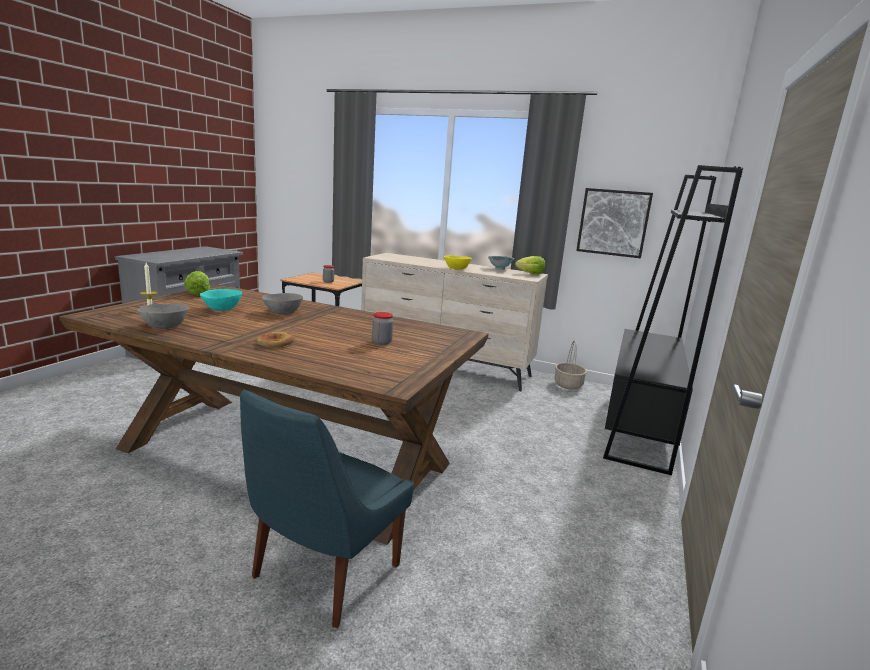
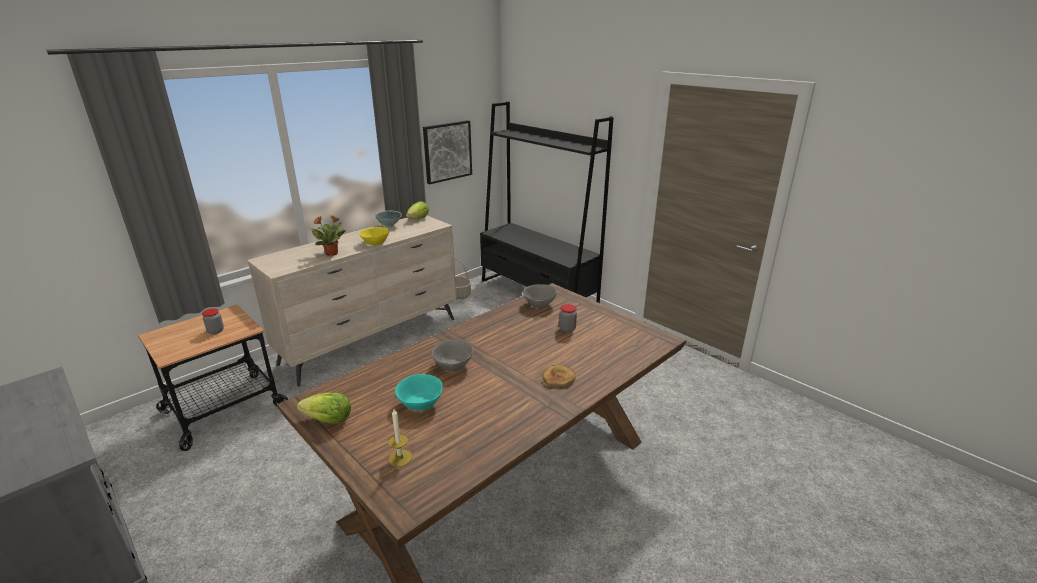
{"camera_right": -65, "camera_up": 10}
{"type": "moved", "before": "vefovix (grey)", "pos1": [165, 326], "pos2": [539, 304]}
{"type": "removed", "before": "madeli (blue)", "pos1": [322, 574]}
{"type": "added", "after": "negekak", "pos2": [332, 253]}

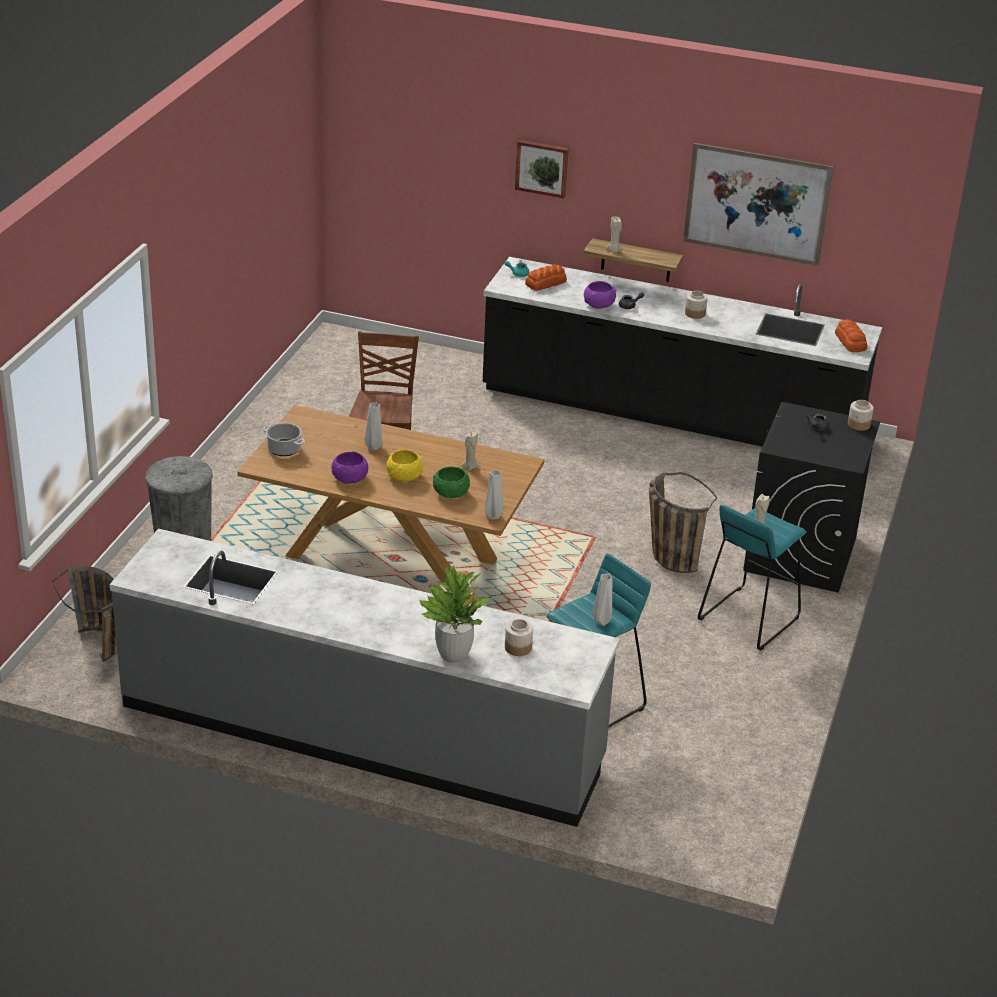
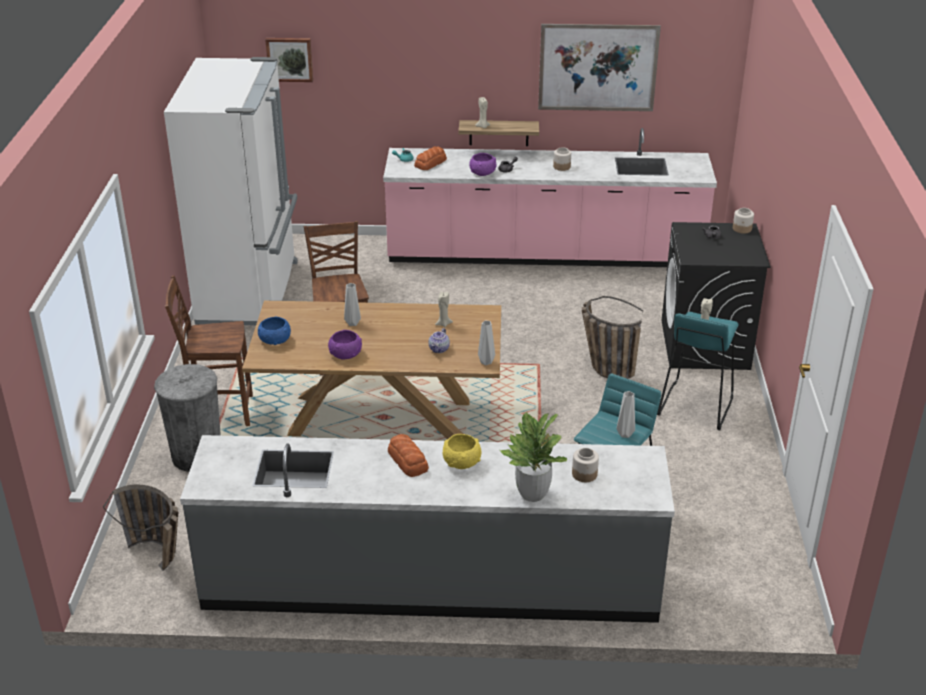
{"camera_right": -15, "camera_up": 0}
{"type": "replaced", "before": "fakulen", "after": "vefovix (blue)", "pos1": [284, 449], "pos2": [275, 340]}
{"type": "moved", "before": "vefovix (yellow)", "pos1": [404, 476], "pos2": [461, 462]}
{"type": "replaced", "before": "vefovix (green)", "after": "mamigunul", "pos1": [451, 493], "pos2": [439, 349]}
{"type": "recoloured", "before": "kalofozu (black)", "after": "kalofozu (pink)", "pos1": [670, 415], "pos2": [544, 255]}
{"type": "moved", "before": "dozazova", "pos1": [542, 168], "pos2": [289, 59]}
{"type": "moved", "before": "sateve", "pos1": [850, 342], "pos2": [408, 461]}
{"type": "added", "after": "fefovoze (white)", "pos2": [250, 292]}
{"type": "added", "after": "madeli (brown)", "pos2": [219, 411]}

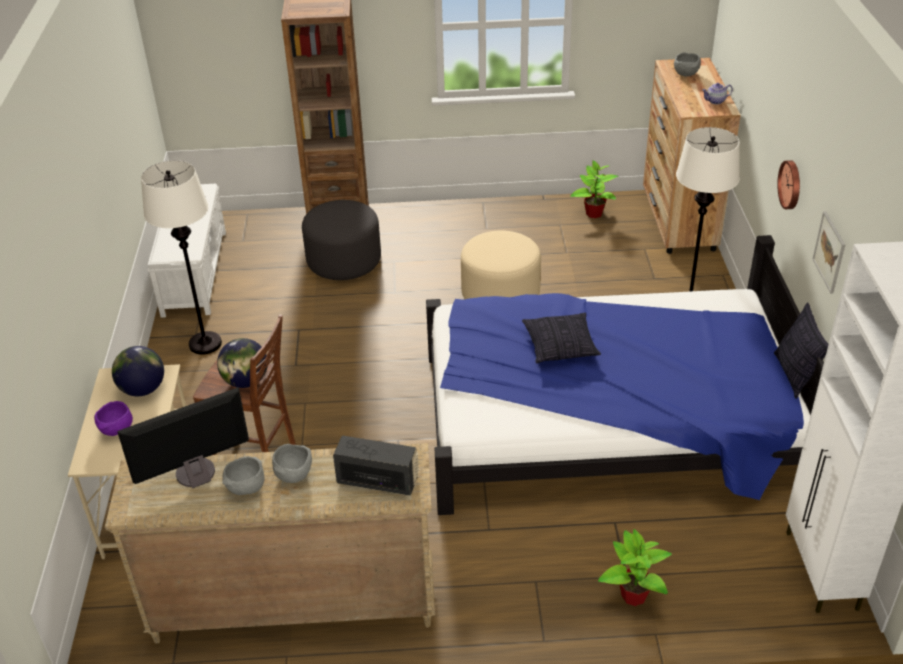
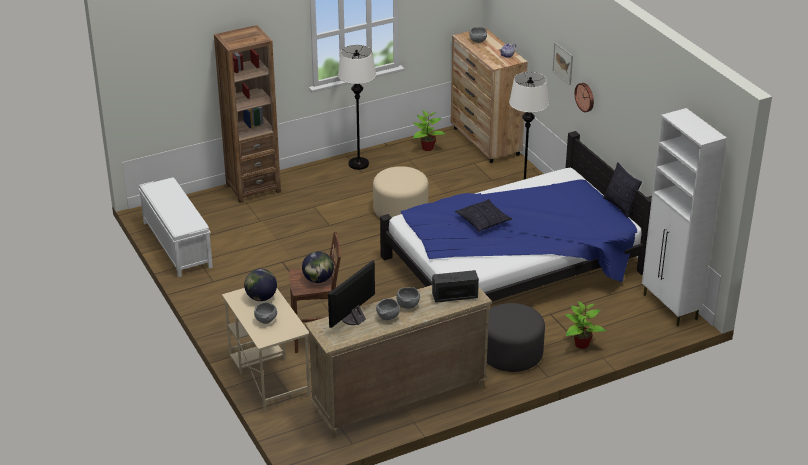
{"camera_right": -25, "camera_up": -5}
{"type": "recoloured", "before": "vefovix (purple)", "after": "vefovix (grey)", "pos1": [117, 430], "pos2": [266, 321]}
{"type": "moved", "before": "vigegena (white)", "pos1": [205, 343], "pos2": [358, 164]}
{"type": "moved", "before": "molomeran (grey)", "pos1": [344, 261], "pos2": [511, 354]}
{"type": "moved", "before": "dozazova", "pos1": [829, 252], "pos2": [563, 63]}

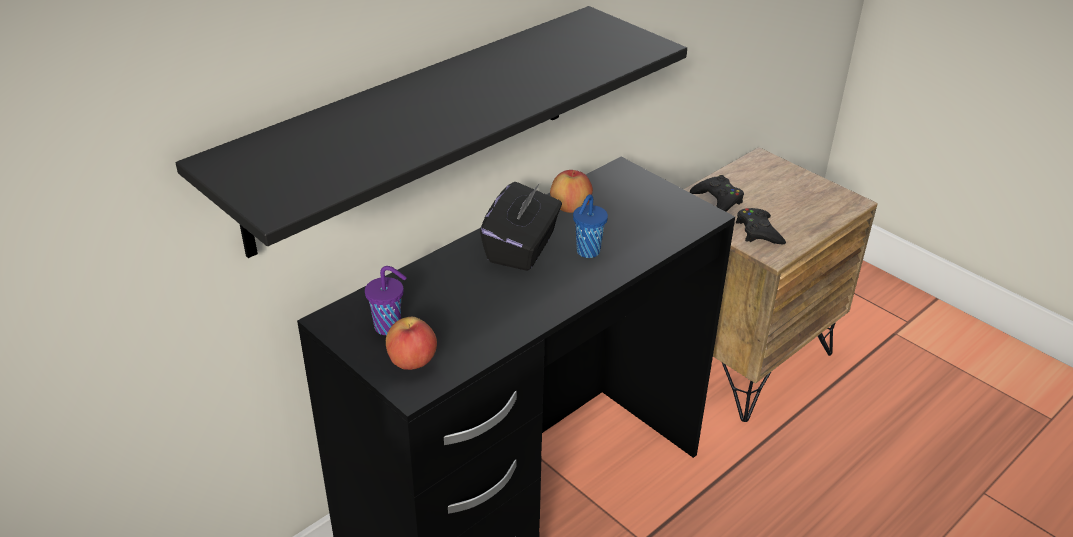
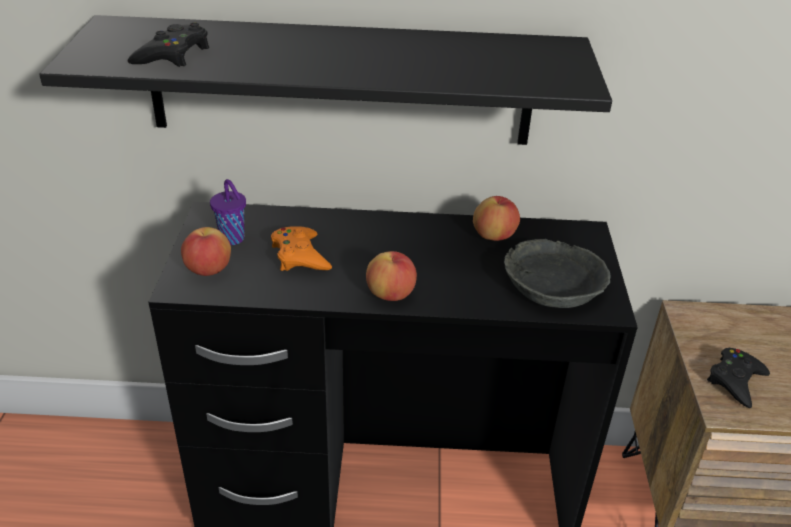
{"camera_right": 45, "camera_up": 0}
{"type": "removed", "before": "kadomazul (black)", "pos1": [522, 248]}
{"type": "removed", "before": "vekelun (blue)", "pos1": [587, 252]}
{"type": "moved", "before": "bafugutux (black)", "pos1": [718, 200], "pos2": [173, 55]}
{"type": "added", "after": "bafugutux (orange)", "pos2": [300, 256]}
{"type": "added", "after": "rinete", "pos2": [391, 294]}
{"type": "added", "after": "vefovix (grey)", "pos2": [554, 283]}

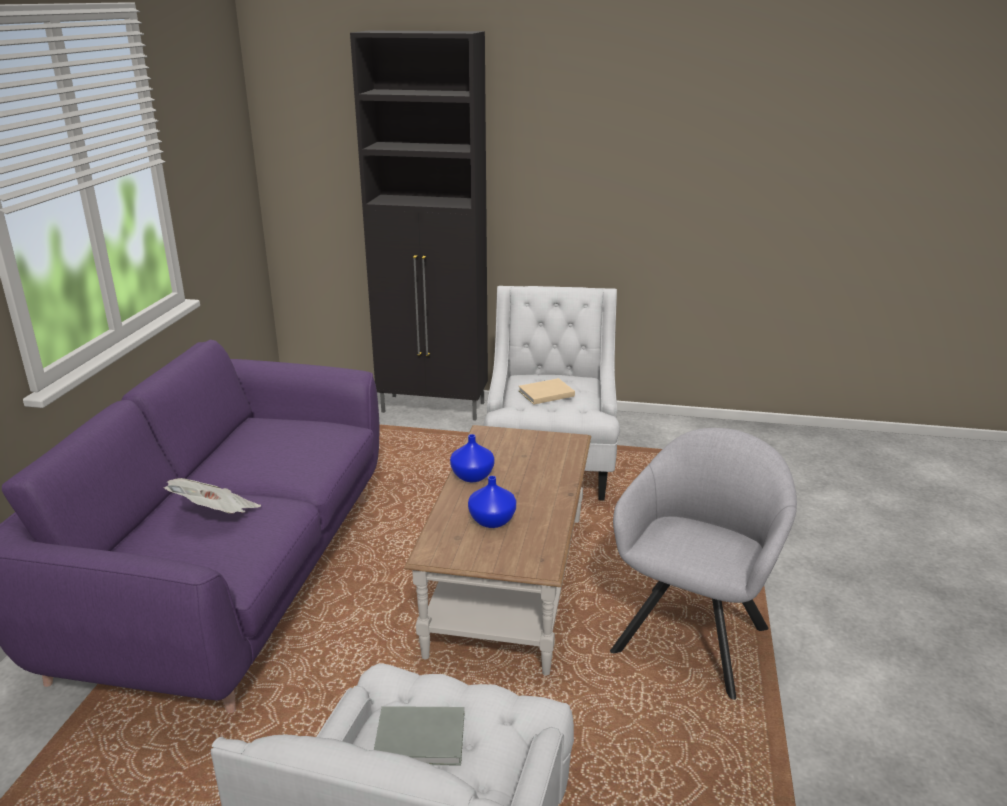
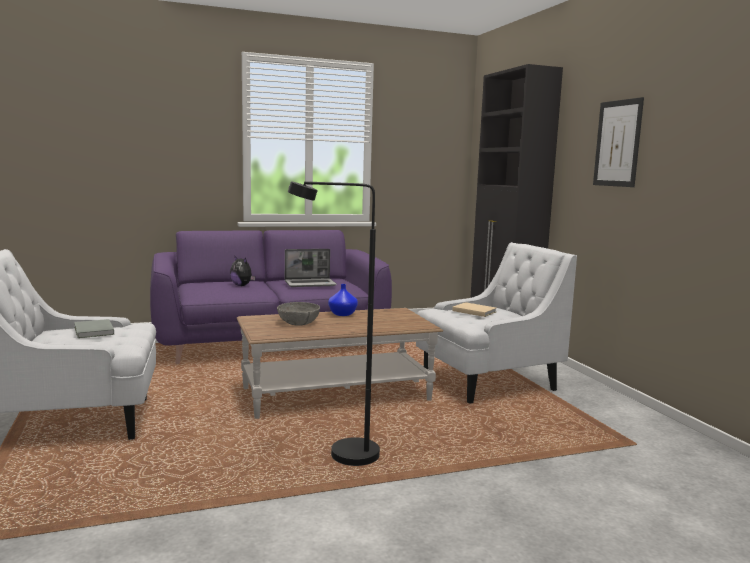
{"camera_right": 60, "camera_up": -15}
{"type": "replaced", "before": "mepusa", "after": "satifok", "pos1": [217, 515], "pos2": [242, 285]}
{"type": "replaced", "before": "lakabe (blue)", "after": "vefovix (grey)", "pos1": [493, 521], "pos2": [298, 323]}
{"type": "replaced", "before": "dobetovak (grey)", "after": "vigegena (black)", "pos1": [694, 635], "pos2": [340, 456]}
{"type": "added", "after": "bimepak", "pos2": [310, 284]}
{"type": "added", "after": "dozazova", "pos2": [617, 143]}

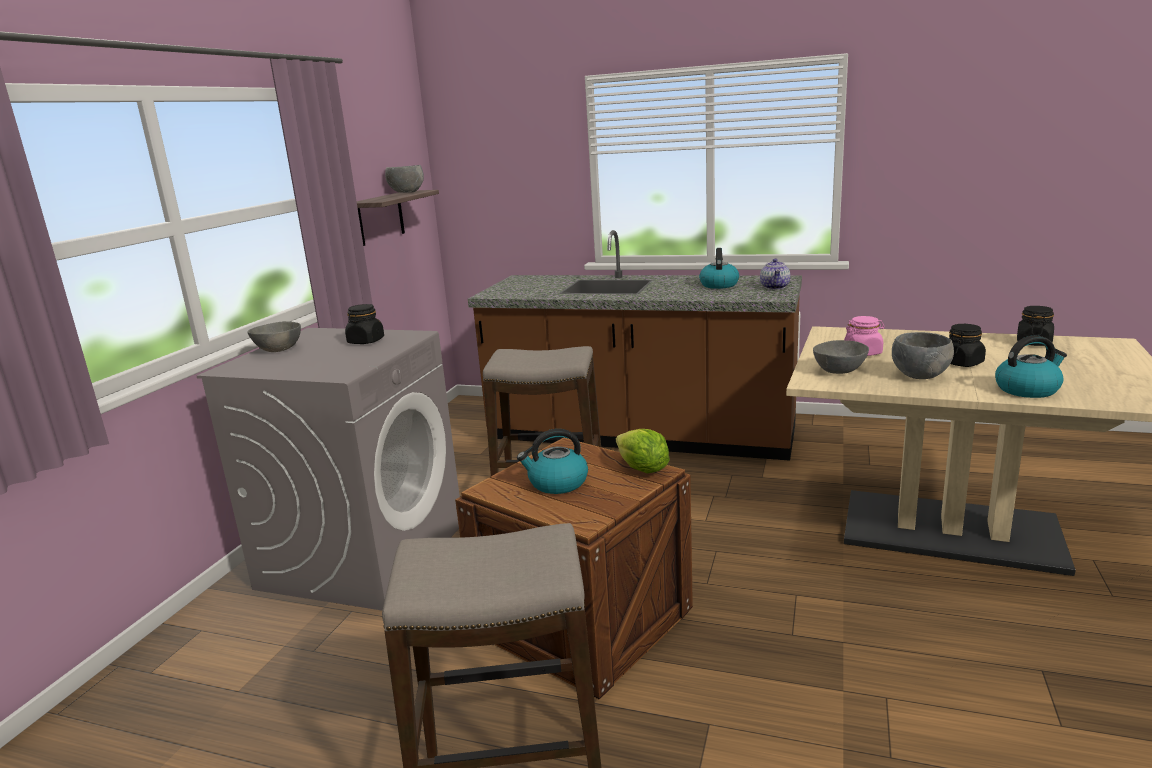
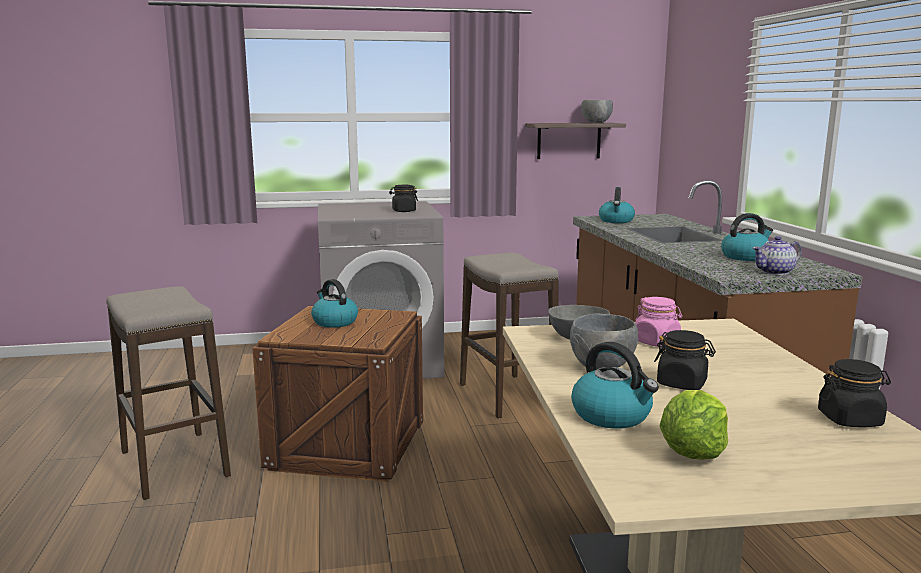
{"camera_right": 60, "camera_up": -5}
{"type": "removed", "before": "vefovix (grey)", "pos1": [277, 350]}
{"type": "moved", "before": "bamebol", "pos1": [642, 470], "pos2": [692, 452]}
{"type": "added", "after": "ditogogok", "pos2": [616, 221]}

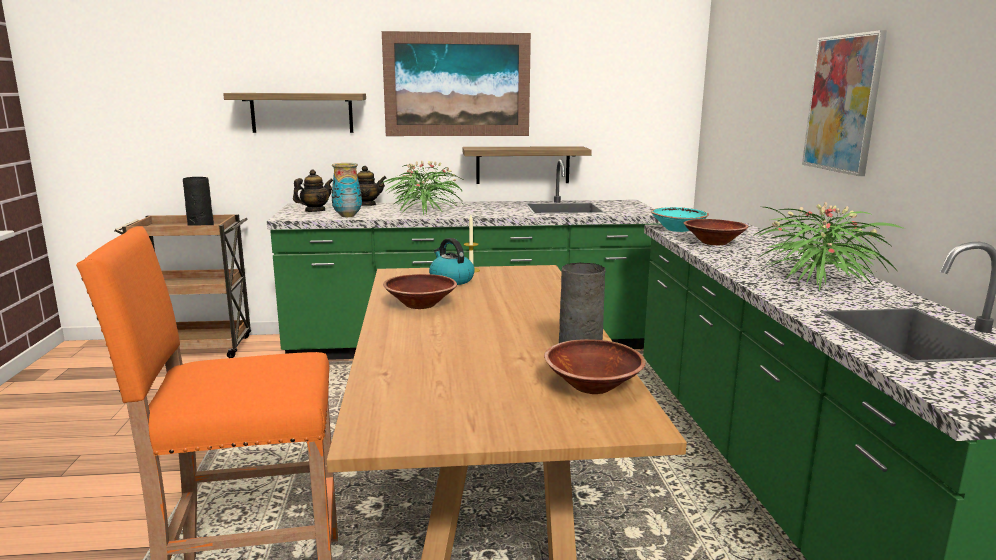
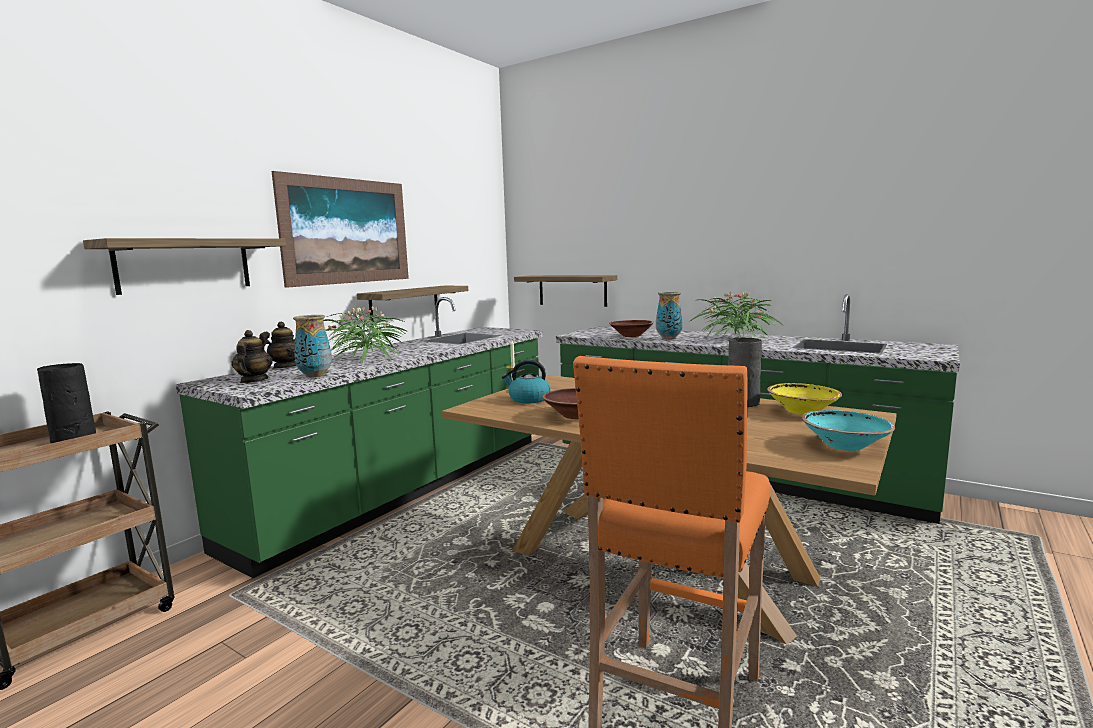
{"camera_right": -50, "camera_up": -5}
{"type": "recoloured", "before": "vefovix (brown)", "after": "vefovix (yellow)", "pos1": [592, 386], "pos2": [802, 411]}
{"type": "moved", "before": "vefovix (turquoise)", "pos1": [678, 229], "pos2": [844, 445]}
{"type": "removed", "before": "dozazova", "pos1": [843, 104]}
{"type": "added", "after": "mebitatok", "pos2": [572, 290]}
{"type": "added", "after": "lakabe", "pos2": [669, 338]}

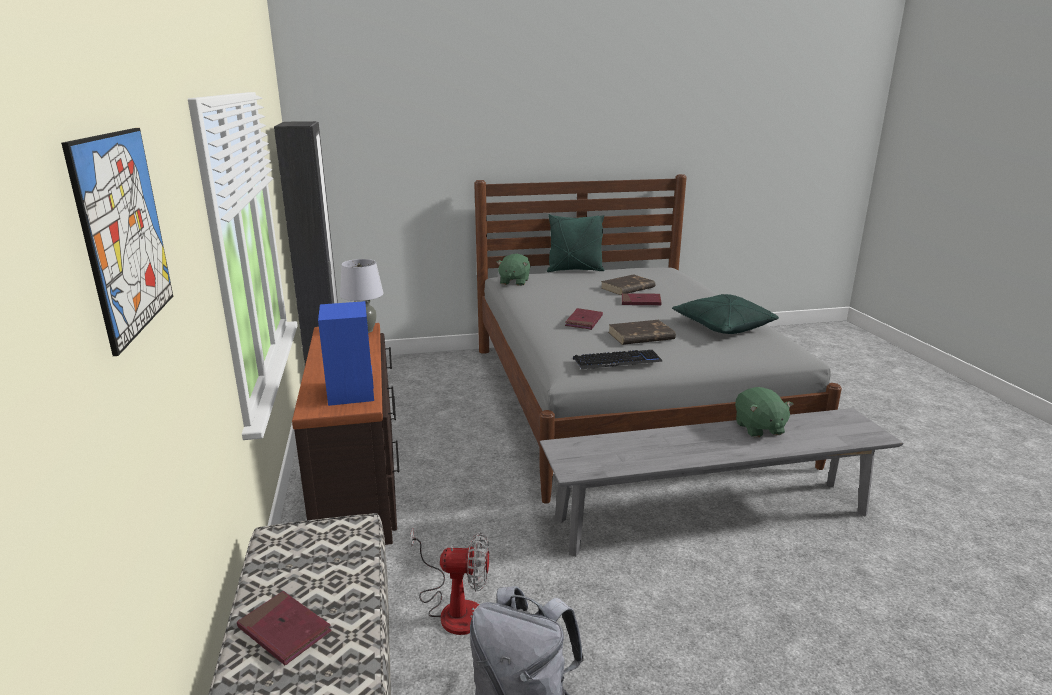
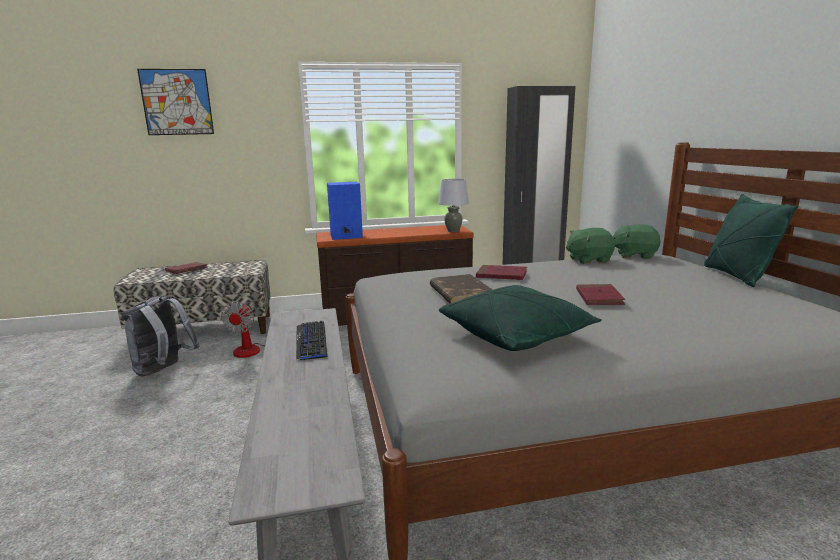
{"camera_right": 90, "camera_up": -5}
{"type": "moved", "before": "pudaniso", "pos1": [617, 361], "pos2": [311, 341]}
{"type": "removed", "before": "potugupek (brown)", "pos1": [627, 288]}
{"type": "moved", "before": "satifok (green)", "pos1": [759, 428], "pos2": [588, 260]}

